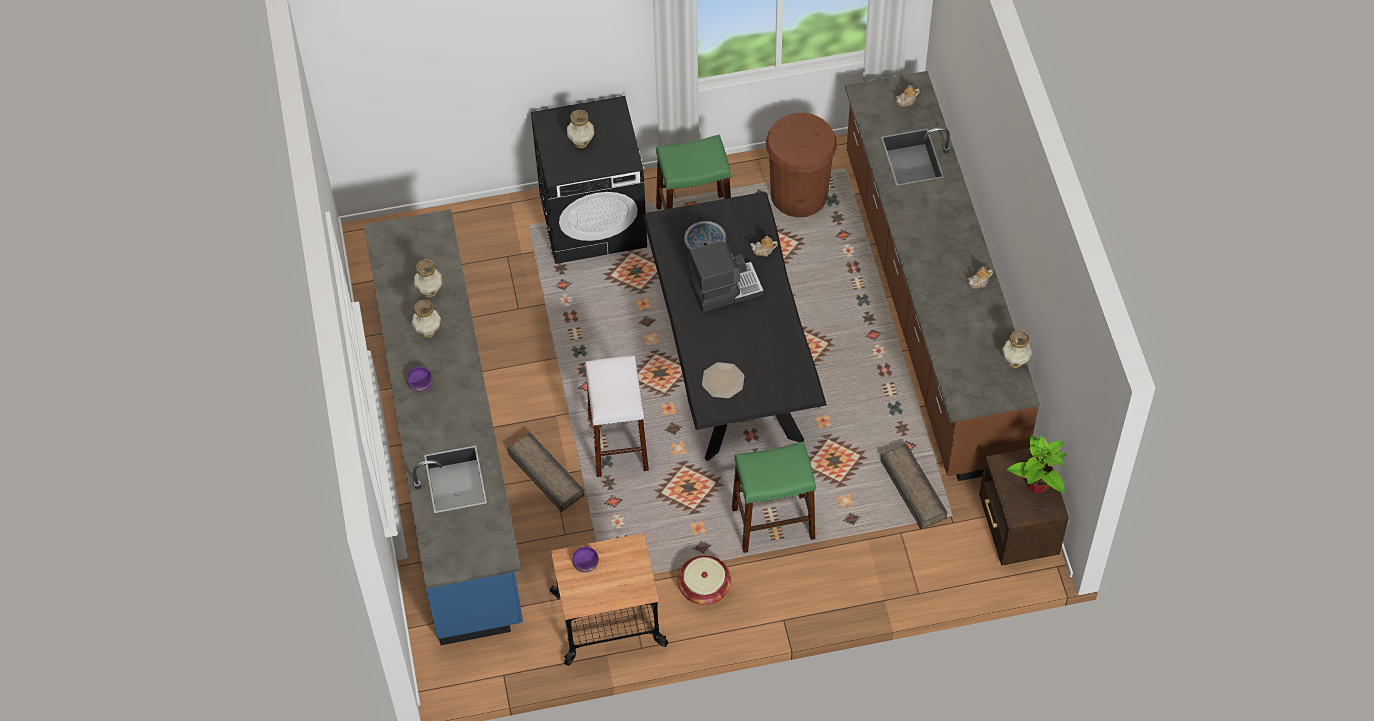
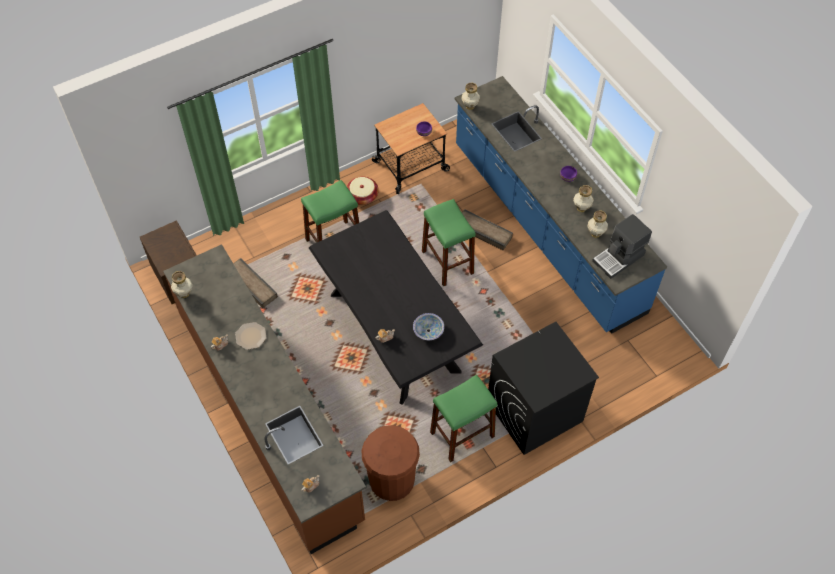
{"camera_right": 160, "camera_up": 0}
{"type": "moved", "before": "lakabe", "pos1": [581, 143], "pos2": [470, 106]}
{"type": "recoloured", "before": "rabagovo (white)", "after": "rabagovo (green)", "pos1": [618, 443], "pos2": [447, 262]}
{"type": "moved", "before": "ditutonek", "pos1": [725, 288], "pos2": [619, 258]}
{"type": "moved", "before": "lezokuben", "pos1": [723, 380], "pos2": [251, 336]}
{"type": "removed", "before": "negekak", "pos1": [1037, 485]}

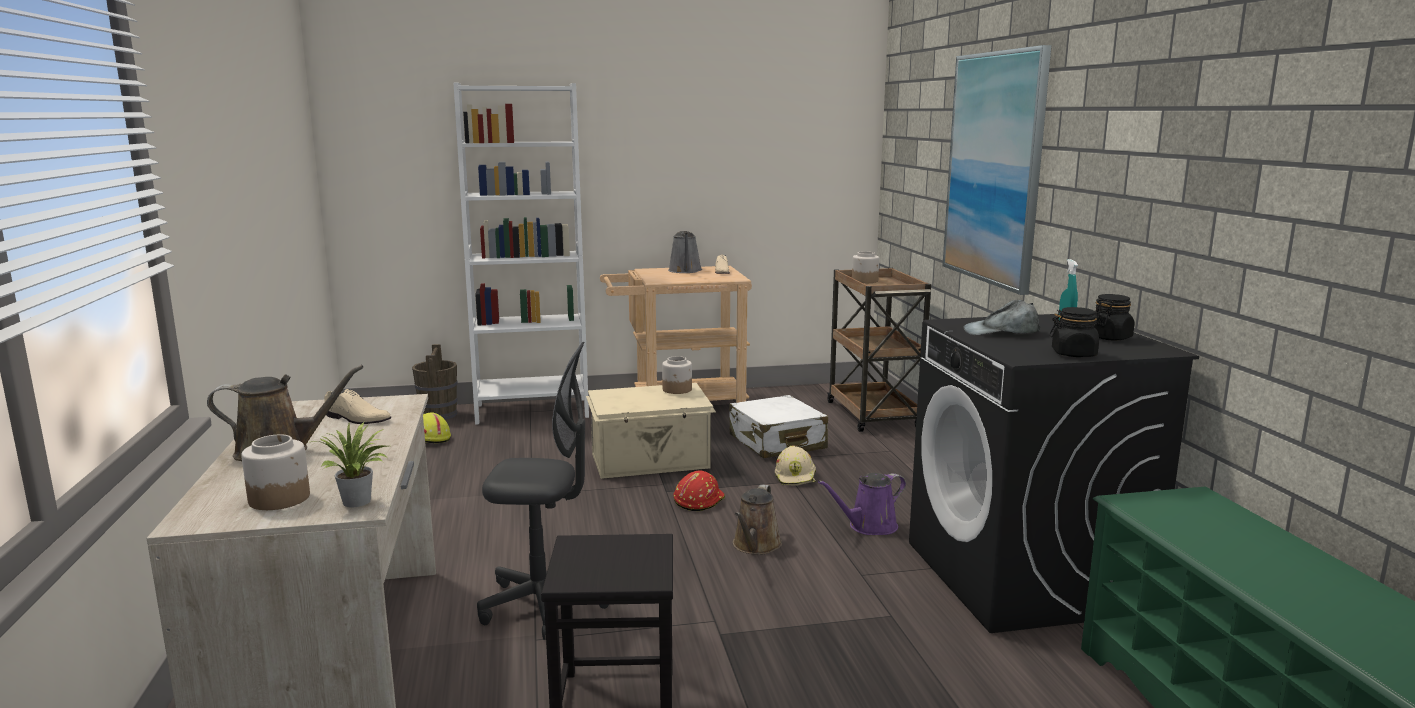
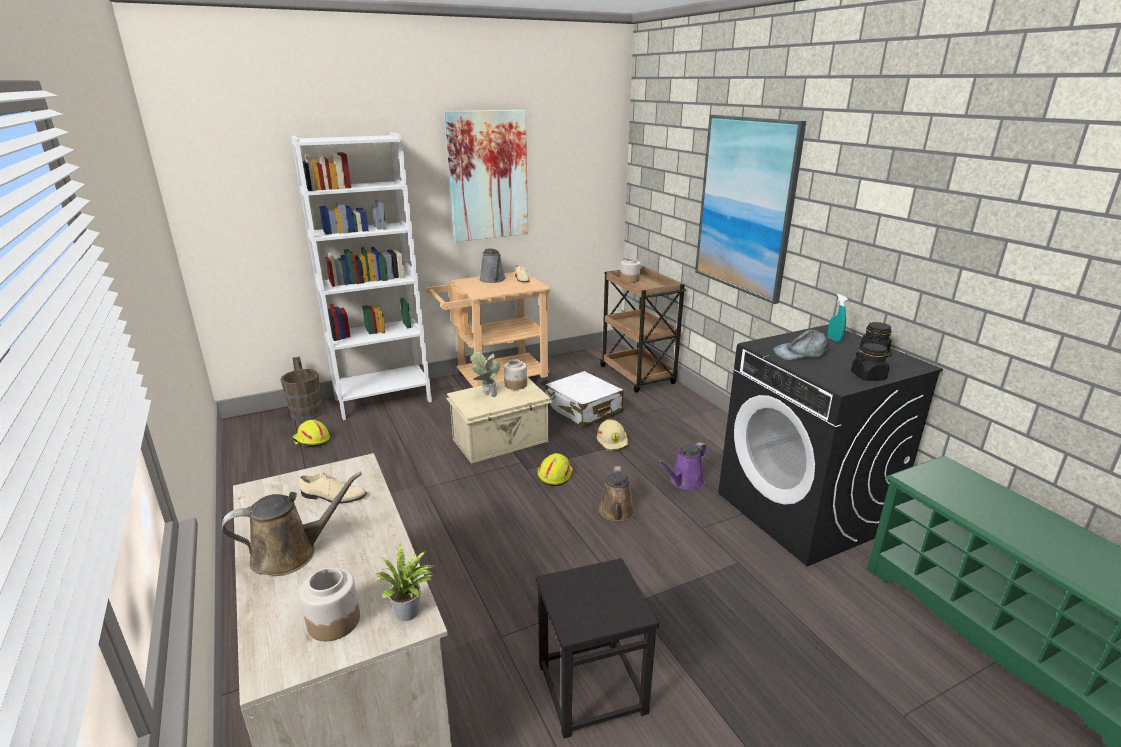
{"camera_right": -15, "camera_up": 10}
{"type": "removed", "before": "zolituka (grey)", "pos1": [543, 605]}
{"type": "recoloured", "before": "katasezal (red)", "after": "katasezal (yellow)", "pos1": [698, 500], "pos2": [554, 475]}
{"type": "added", "after": "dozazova", "pos2": [488, 176]}
{"type": "added", "after": "negekak", "pos2": [486, 394]}

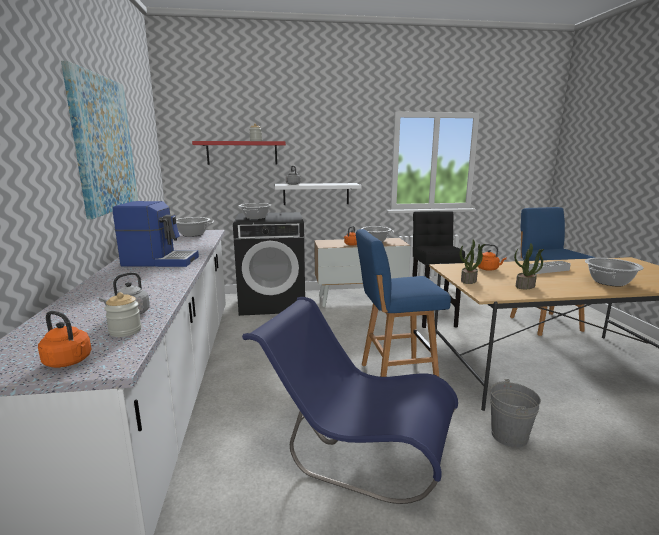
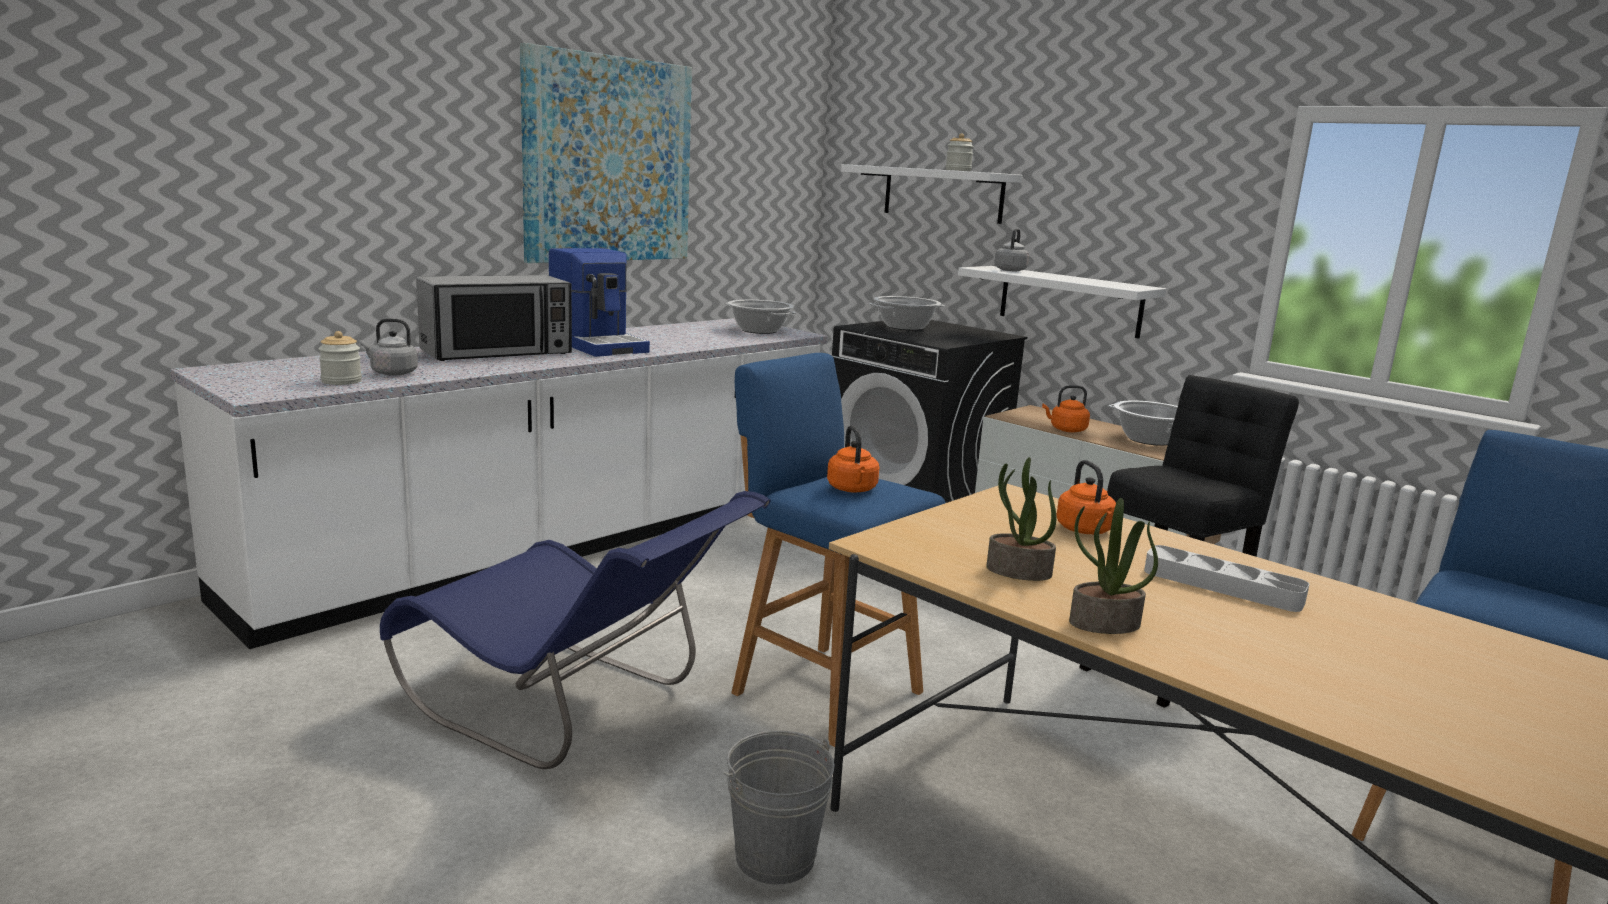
{"camera_right": 50, "camera_up": 0}
{"type": "moved", "before": "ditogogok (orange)", "pos1": [69, 362], "pos2": [852, 489]}
{"type": "recoloured", "before": "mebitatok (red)", "after": "mebitatok (white)", "pos1": [242, 153], "pos2": [942, 194]}
{"type": "turned", "before": "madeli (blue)", "pos1": [355, 447], "pos2": [573, 709], "turn": 135}
{"type": "moved", "before": "negekak", "pos1": [469, 281], "pos2": [1104, 624]}
{"type": "removed", "before": "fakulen", "pos1": [609, 282]}
{"type": "added", "after": "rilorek", "pos2": [498, 352]}

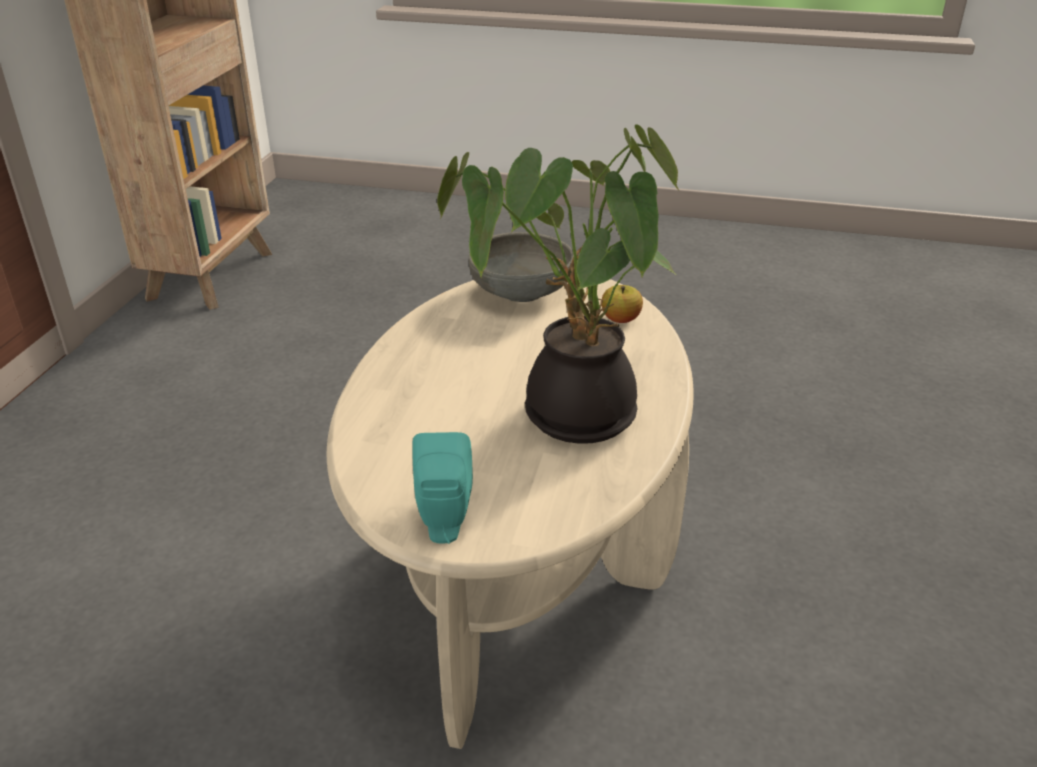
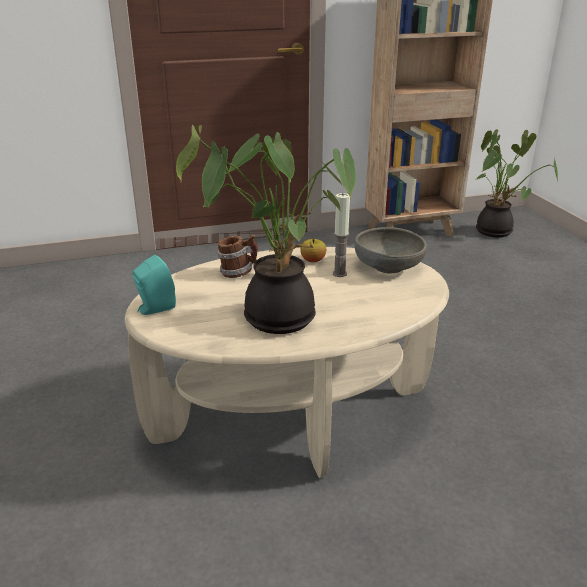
{"camera_right": 60, "camera_up": -5}
{"type": "moved", "before": "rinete", "pos1": [620, 319], "pos2": [313, 260]}
{"type": "added", "after": "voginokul", "pos2": [238, 273]}
{"type": "added", "after": "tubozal", "pos2": [339, 273]}
{"type": "added", "after": "negekak", "pos2": [497, 231]}

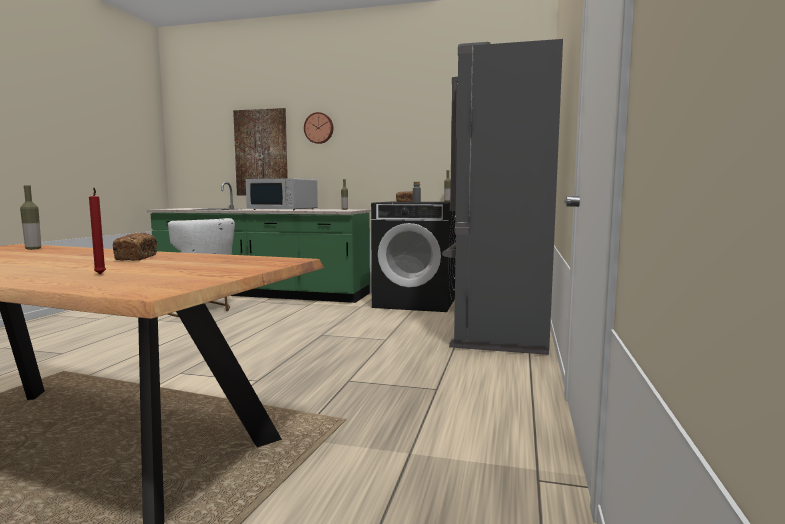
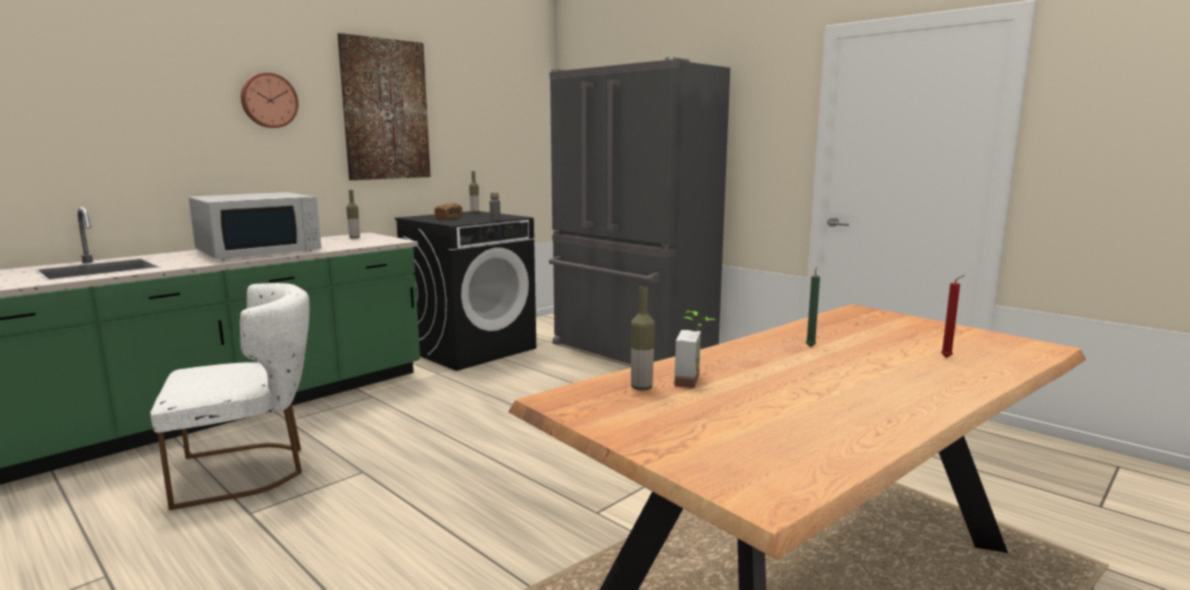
{"camera_right": -60, "camera_up": 5}
{"type": "replaced", "before": "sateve", "after": "tubozal (green)", "pos1": [136, 258], "pos2": [810, 346]}
{"type": "moved", "before": "dozazova", "pos1": [261, 153], "pos2": [385, 110]}
{"type": "added", "after": "negekak", "pos2": [695, 381]}

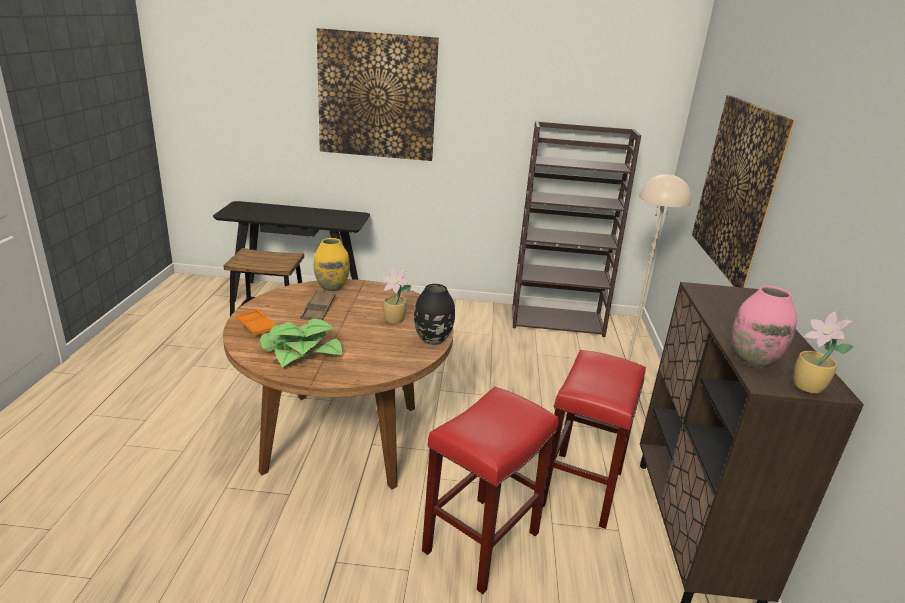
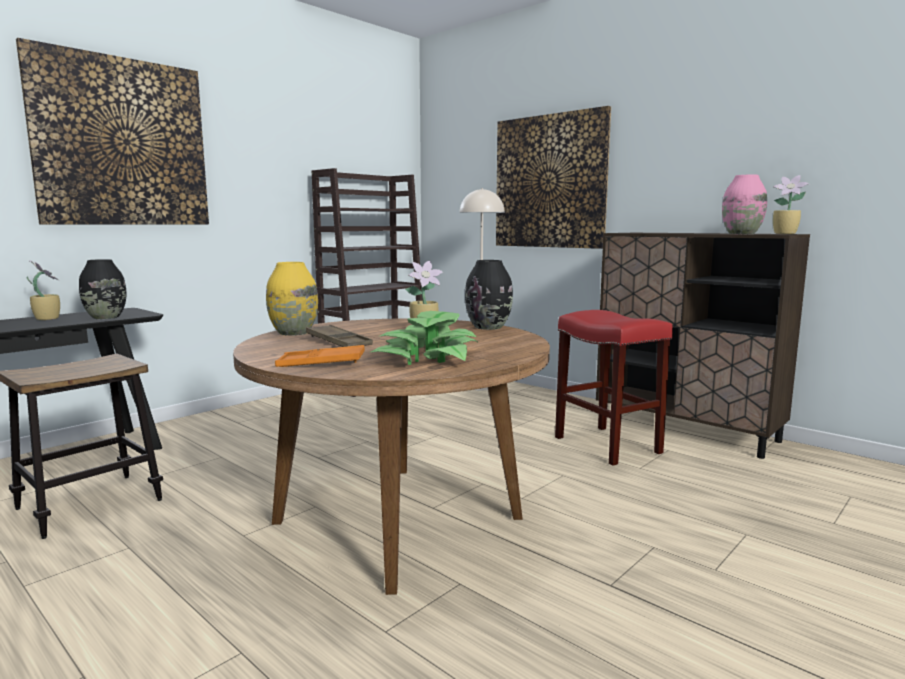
{"camera_right": -50, "camera_up": -15}
{"type": "removed", "before": "rabagovo (red)", "pos1": [481, 543]}
{"type": "added", "after": "negekak", "pos2": [47, 318]}
{"type": "added", "after": "lakabe (black)", "pos2": [105, 317]}

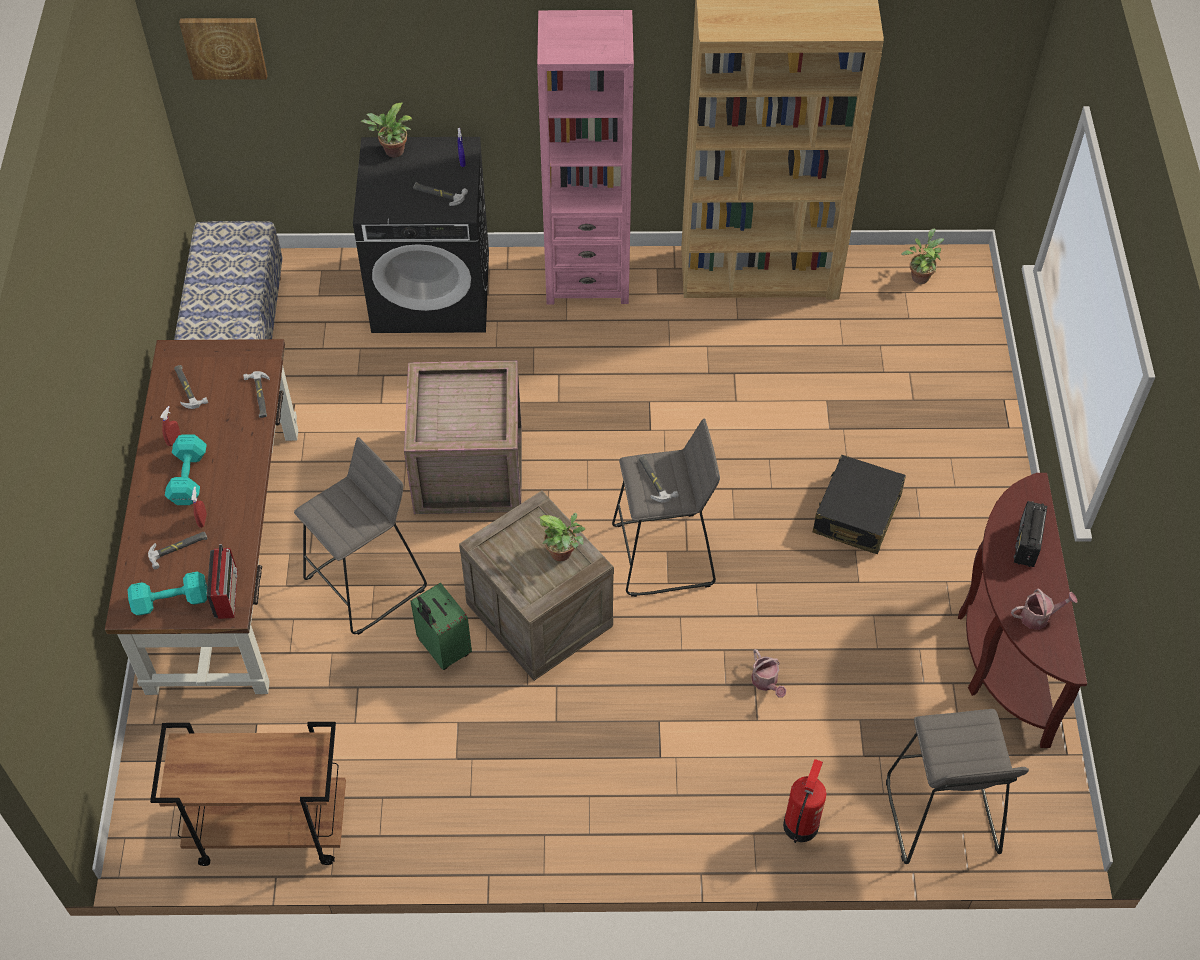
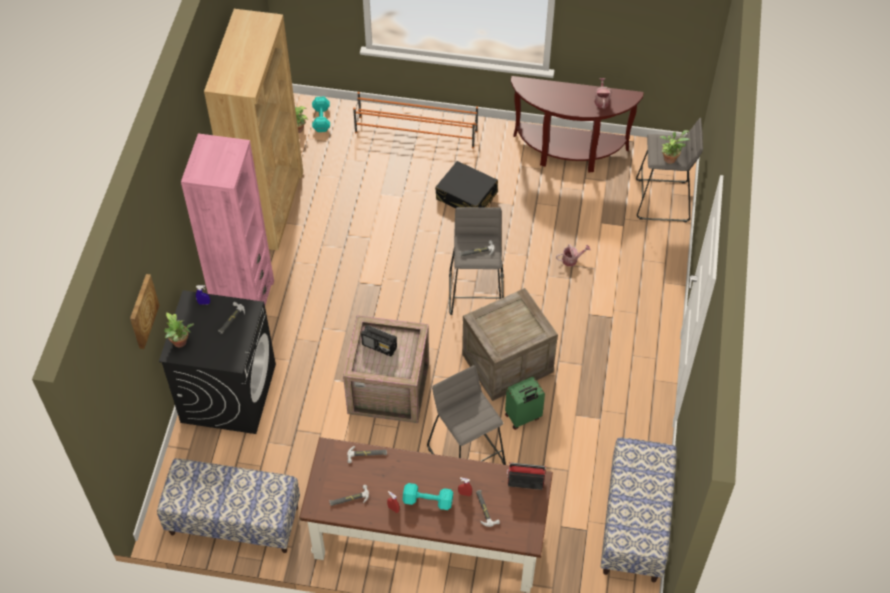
{"camera_right": -80, "camera_up": 0}
{"type": "moved", "before": "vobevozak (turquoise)", "pos1": [169, 601], "pos2": [321, 120]}
{"type": "replaced", "before": "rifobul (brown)", "after": "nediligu", "pos1": [268, 829], "pos2": [635, 523]}
{"type": "moved", "before": "dozazova", "pos1": [224, 47], "pos2": [142, 311]}
{"type": "moved", "before": "negekak", "pos1": [563, 553], "pos2": [670, 158]}
{"type": "removed", "before": "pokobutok", "pos1": [801, 825]}
{"type": "moved", "before": "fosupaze", "pos1": [1026, 544], "pos2": [379, 346]}
{"type": "added", "after": "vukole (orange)", "pos2": [416, 132]}

